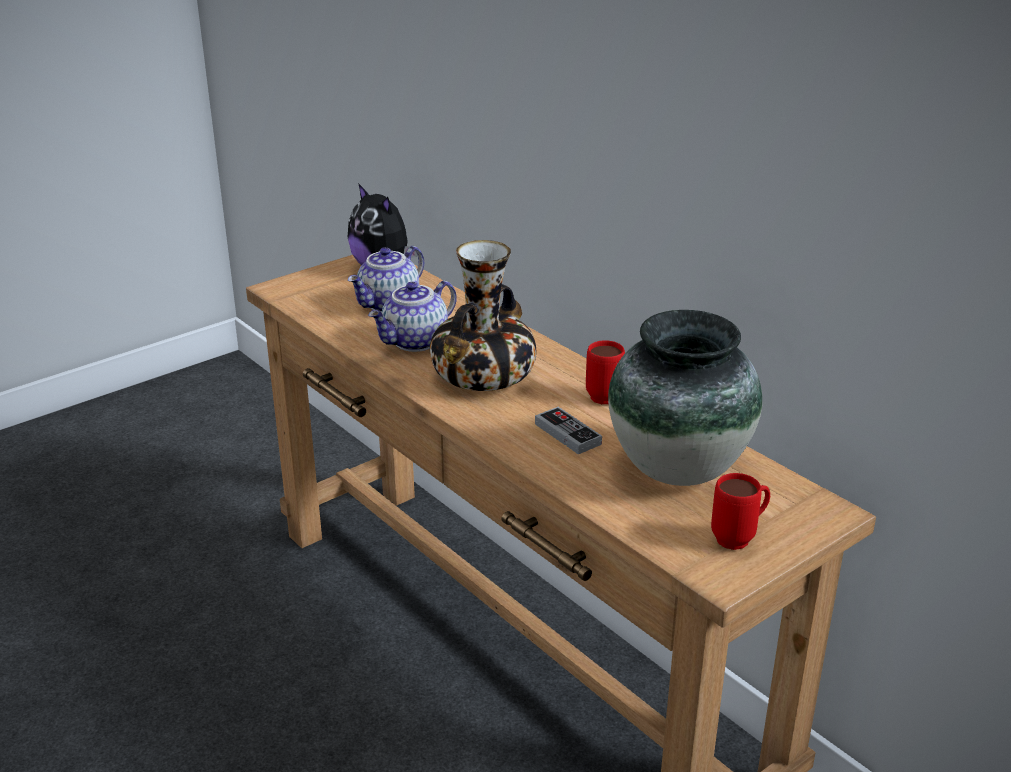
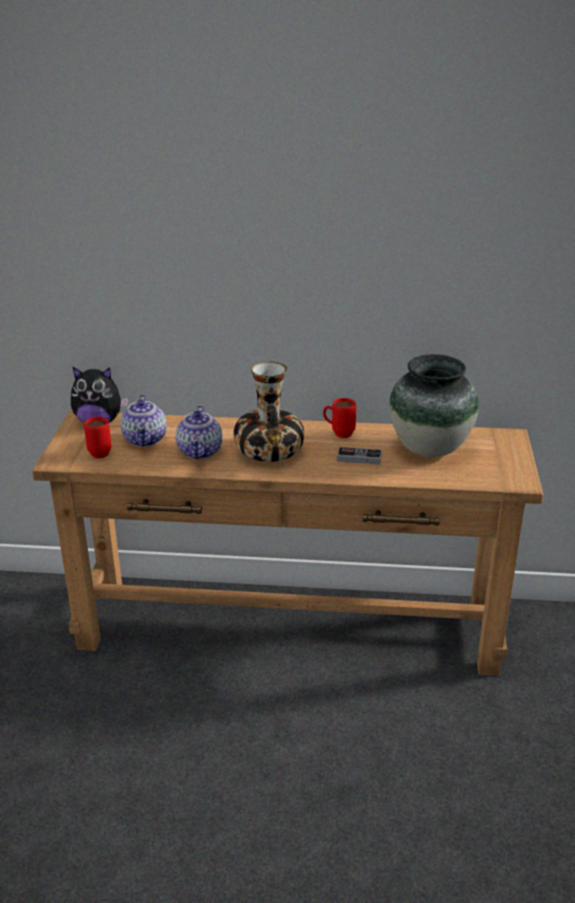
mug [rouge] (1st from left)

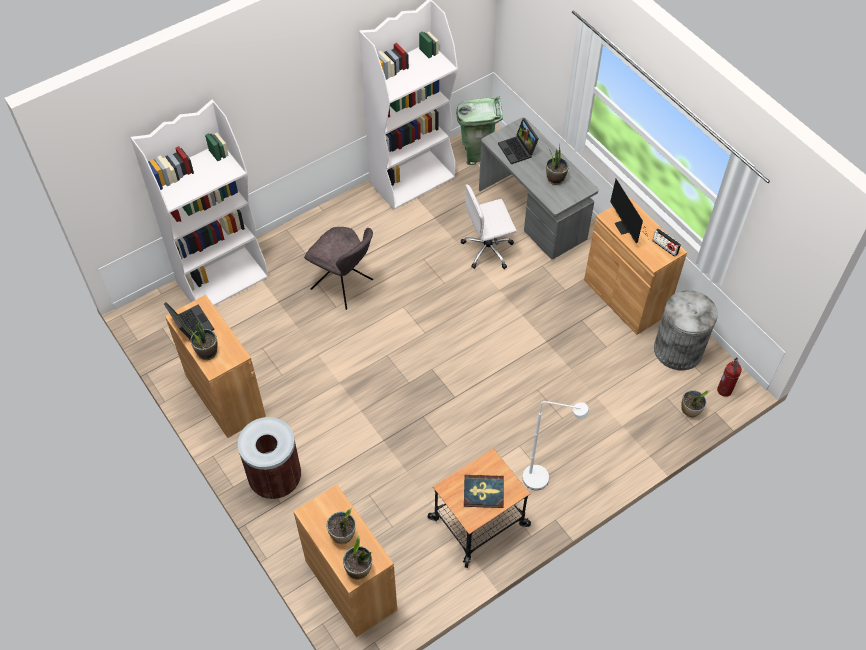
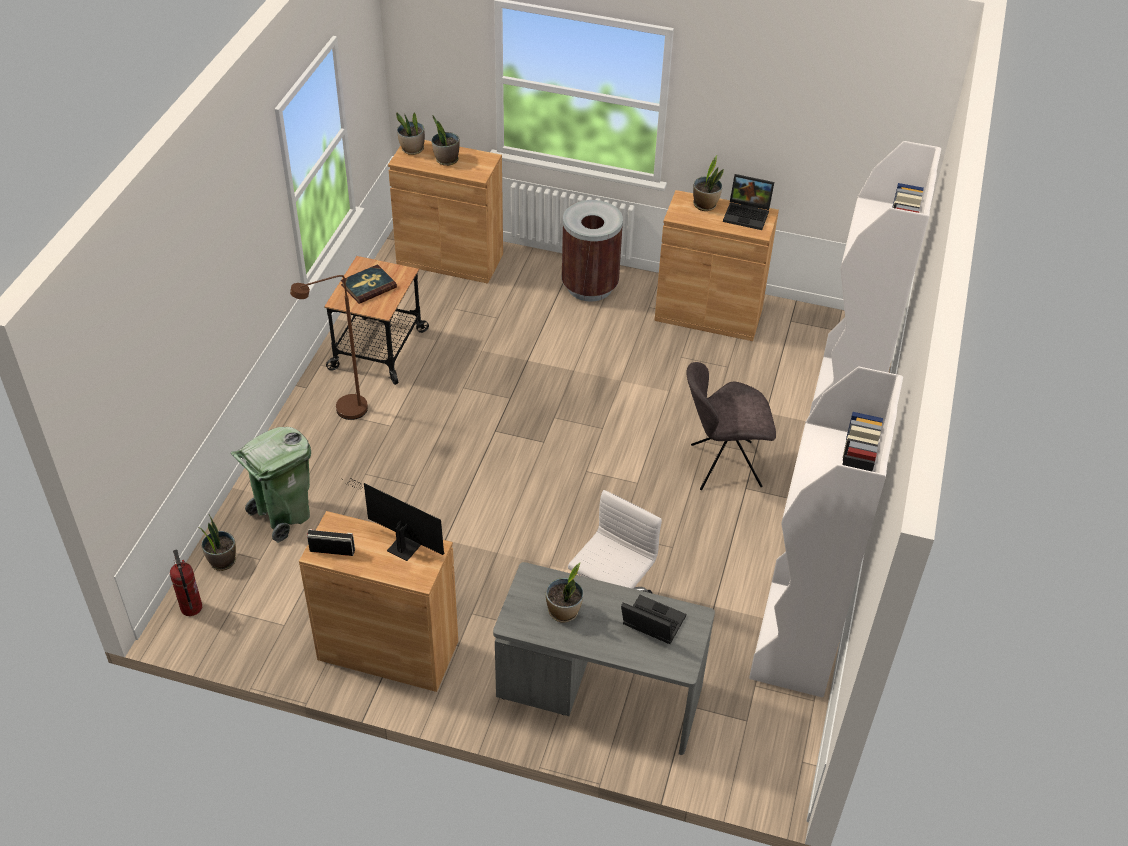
poubelle [vert]
lampadaire [marron]
poubelle [gris]

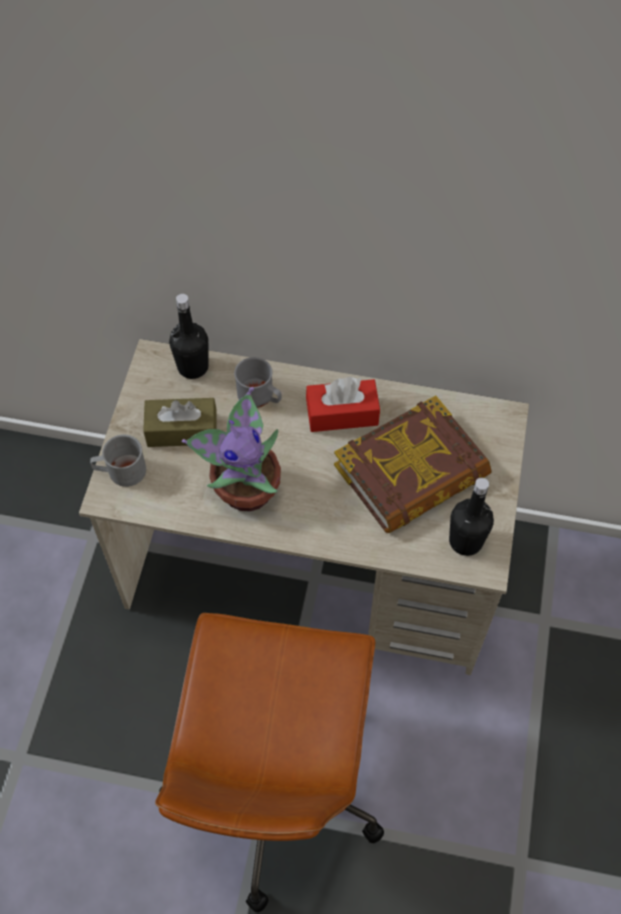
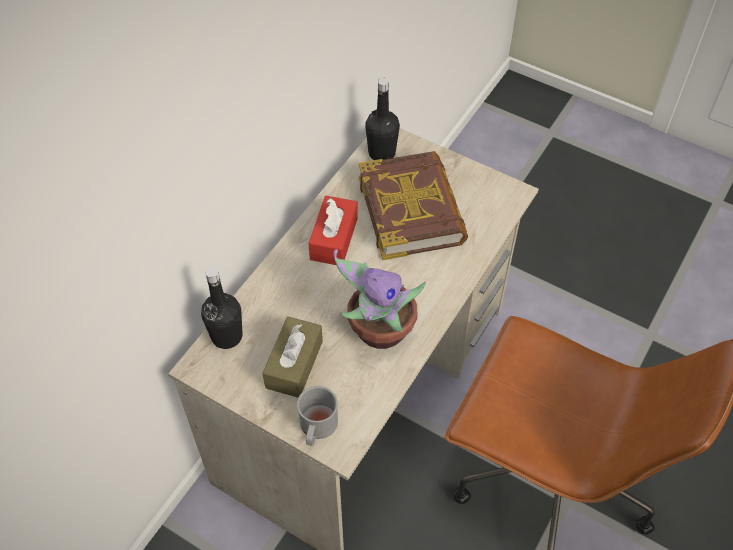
mug [gris] (2nd from left in the first image)
bouteille [noir] (2nd from left)

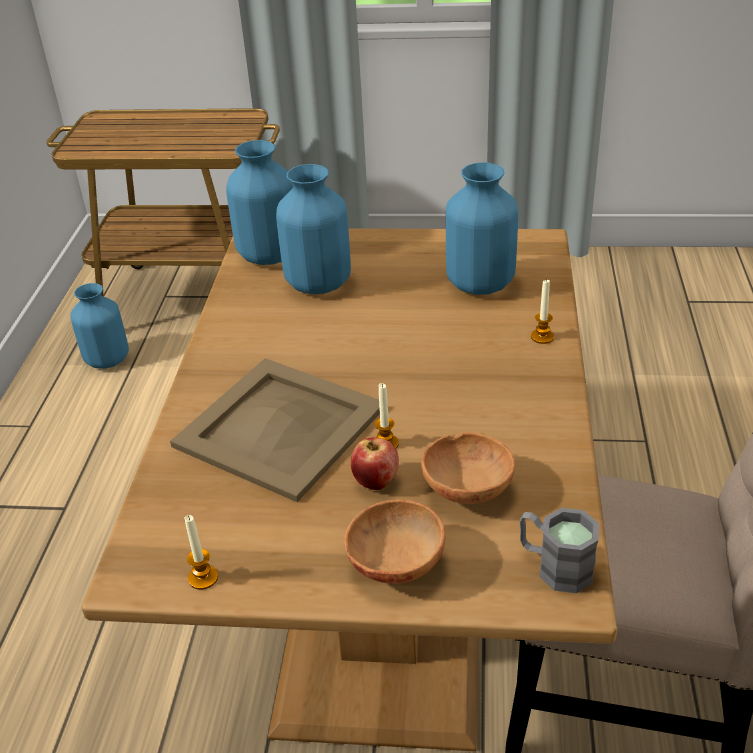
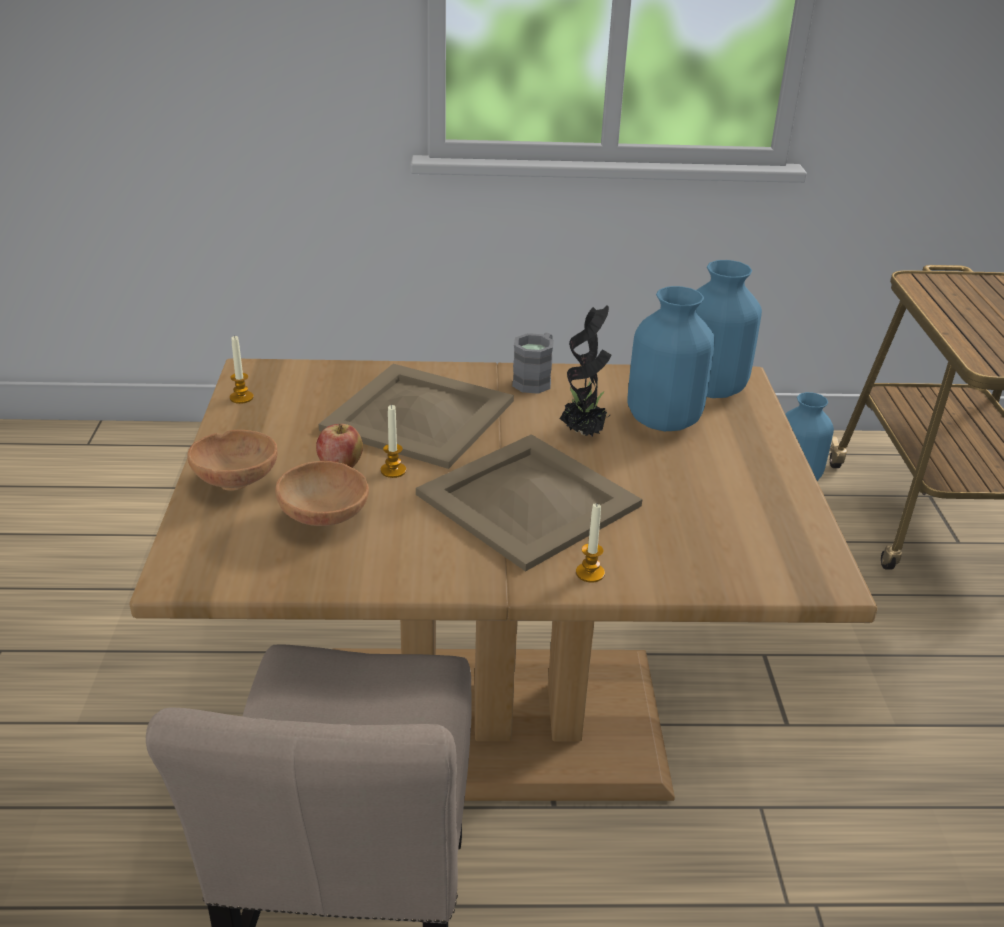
vase [bleu] (4th from left in the first image)
mug [gris]
plateau [beige] (2nd from left)
plante en pot

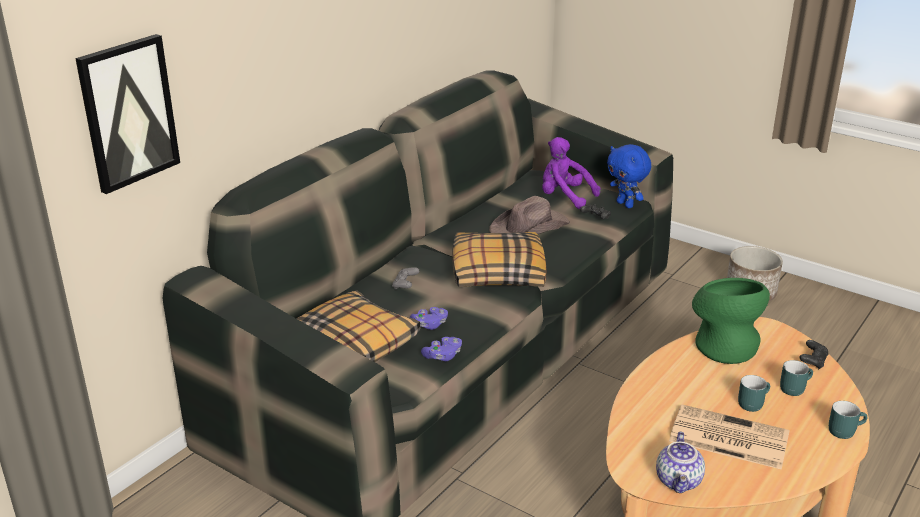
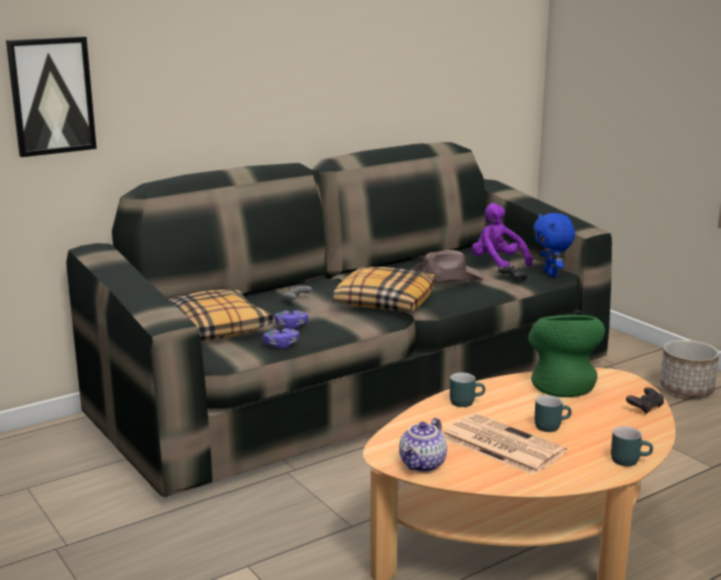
mug [turquoise] (1st from left)

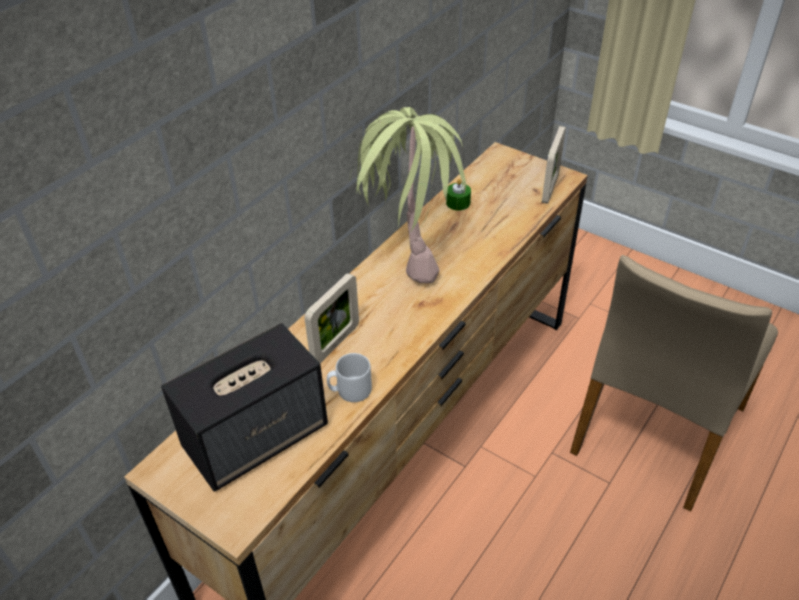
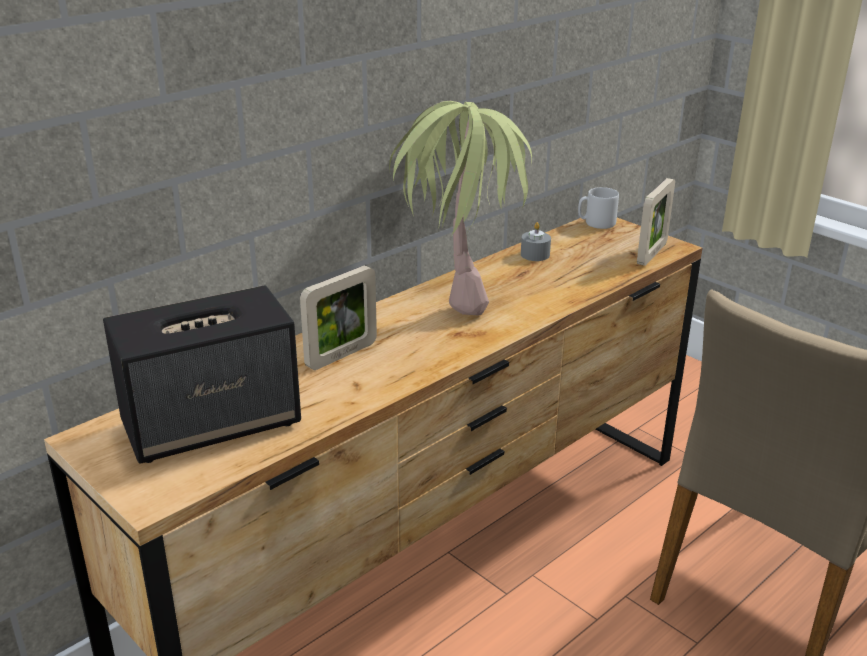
mug [gris]
bougie [gris]

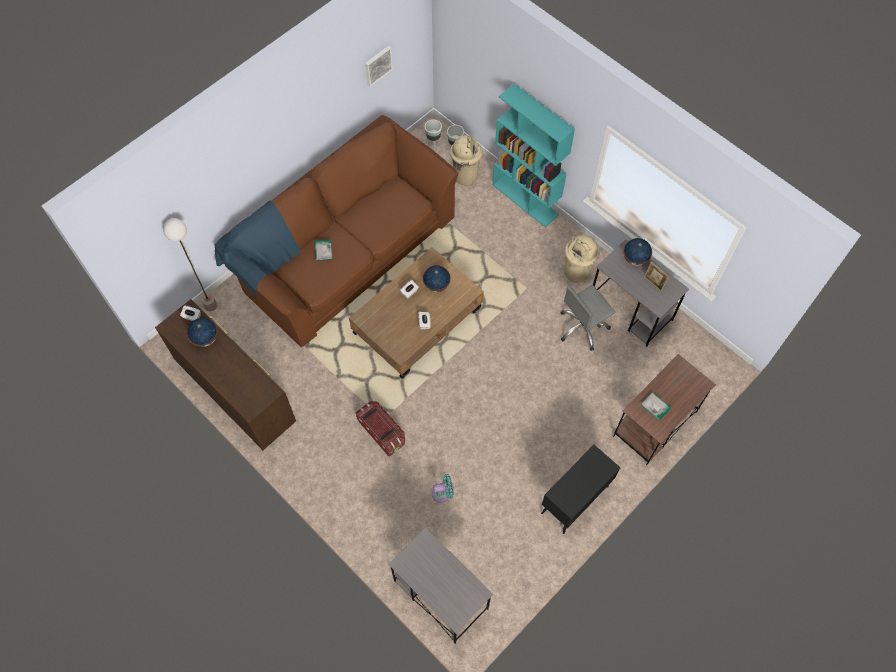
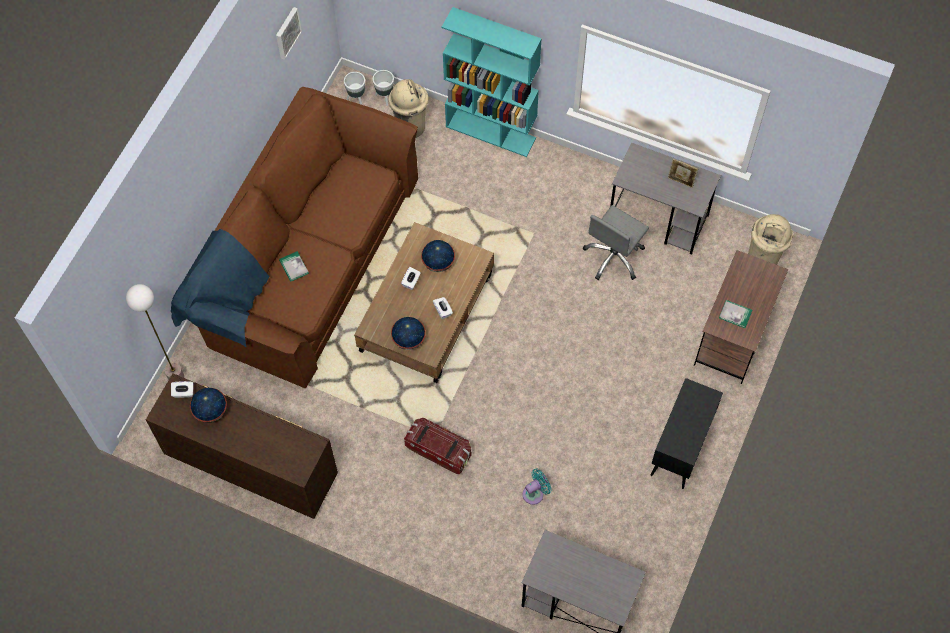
poubelle [beige] (2nd from left)
globe (2nd from left)

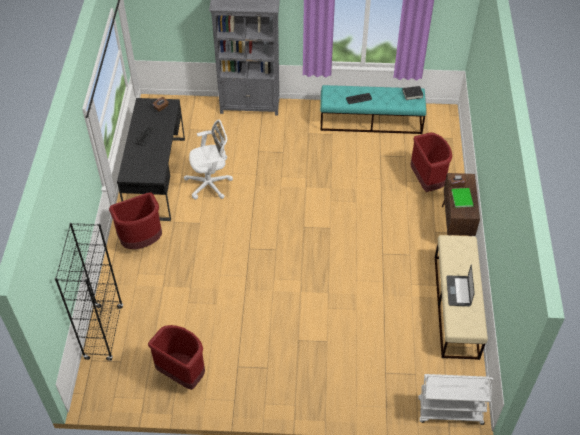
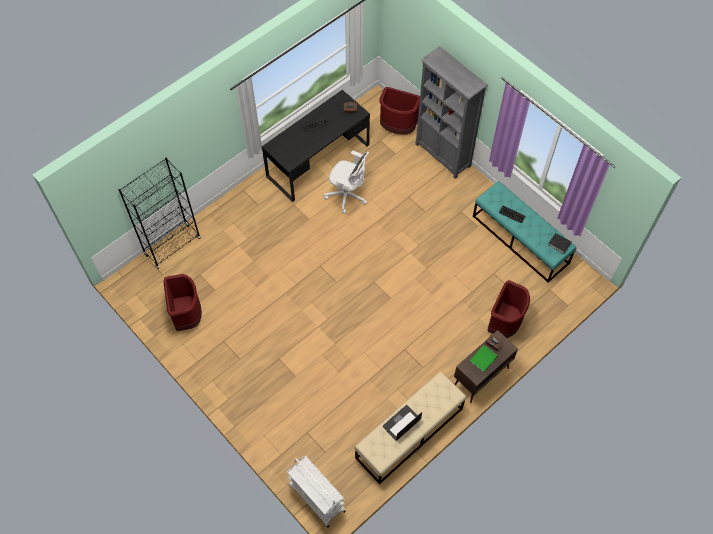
poubelle [rouge] (2nd from left)

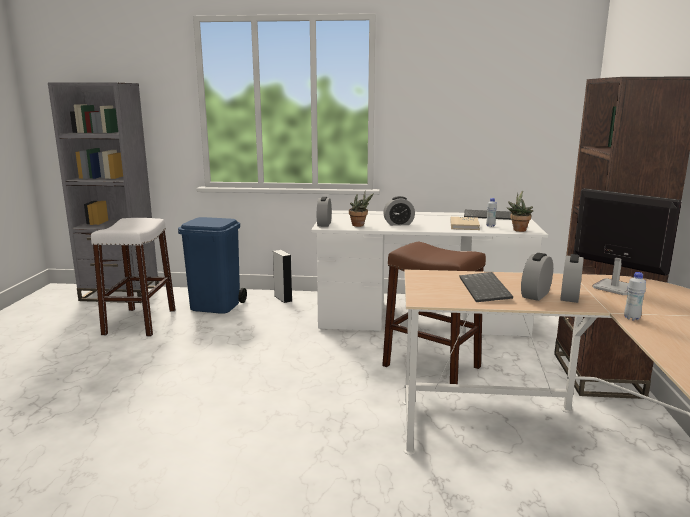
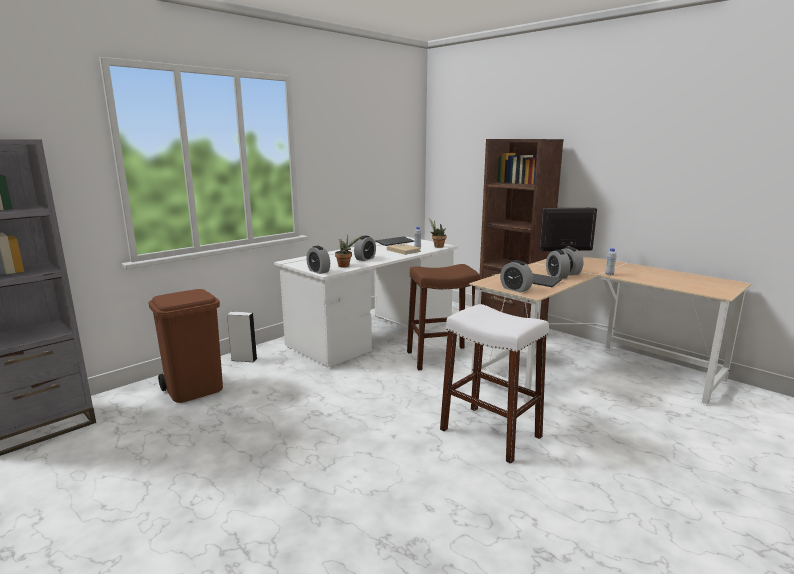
tabouret [blanc]
poubelle [marron]
réveil (3rd from left)

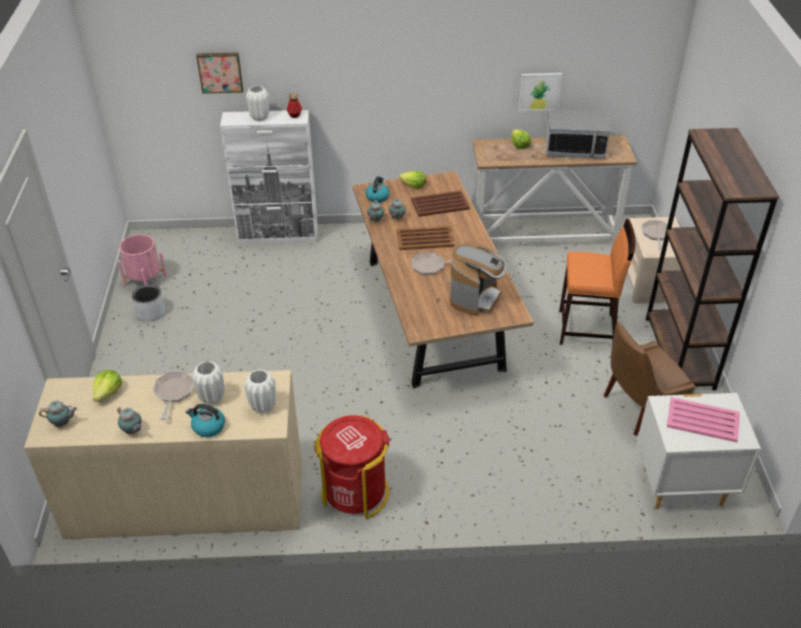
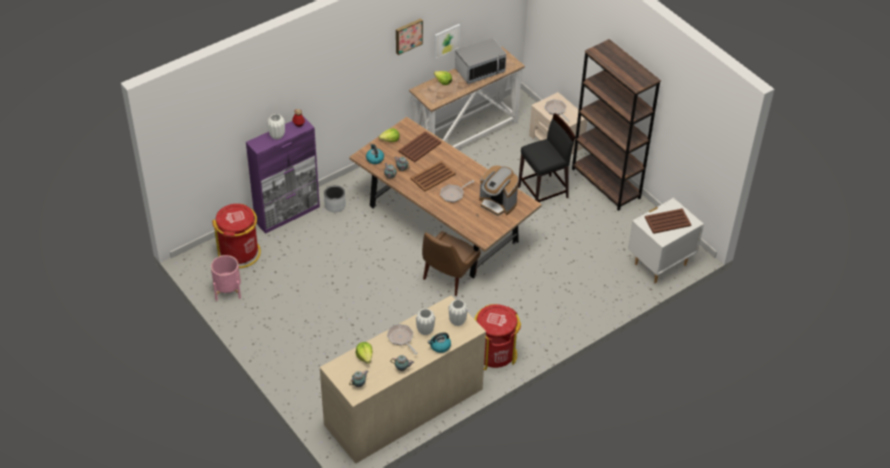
cache-pot [gris]
tableau (1st from left)
meuble de rangement [violet]
machine à café
tabouret [noir]
chaise [marron]
plateau [marron] (3rd from left)
poubelle [rouge] (1st from left)

